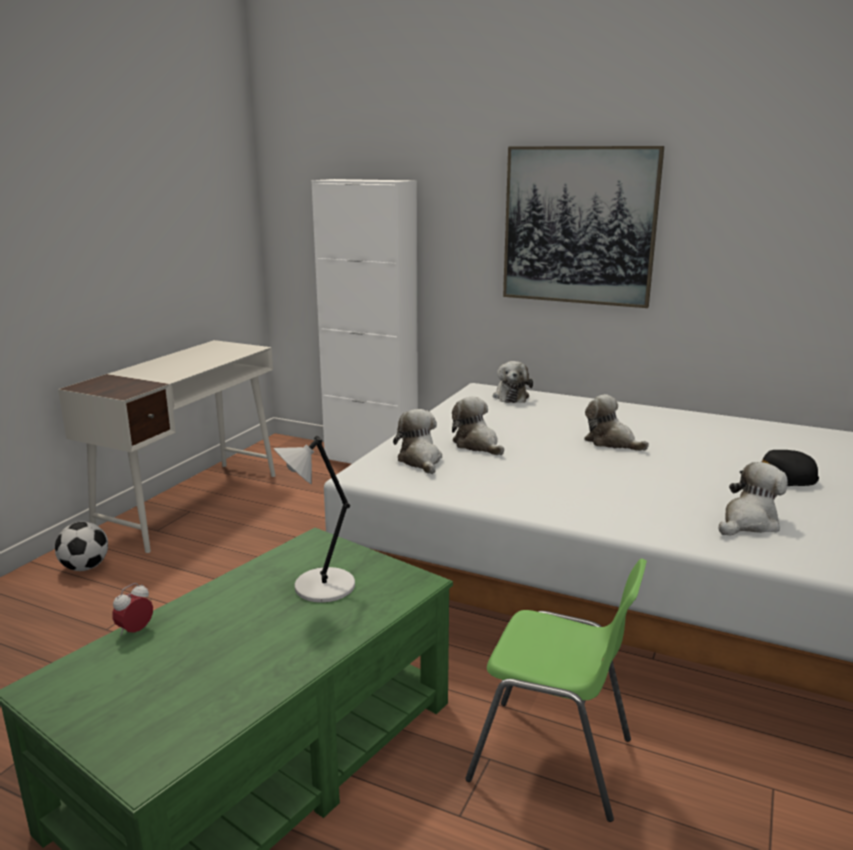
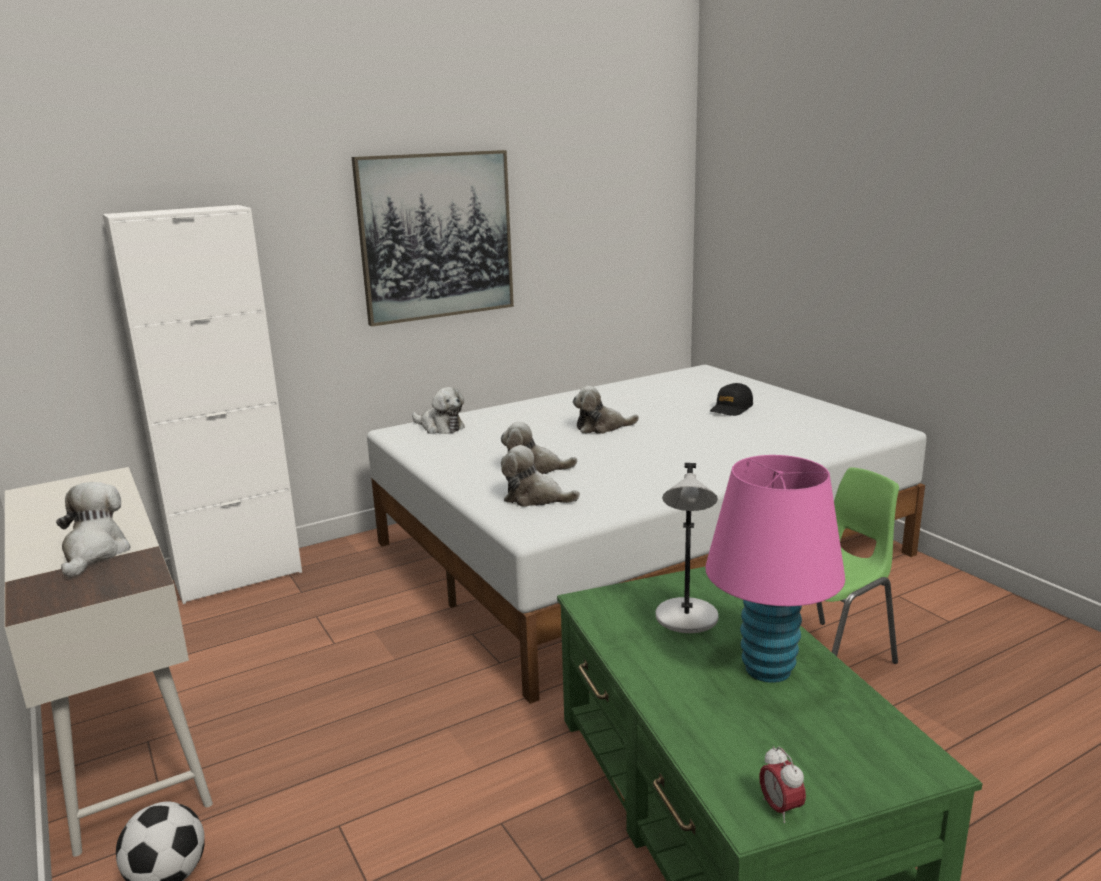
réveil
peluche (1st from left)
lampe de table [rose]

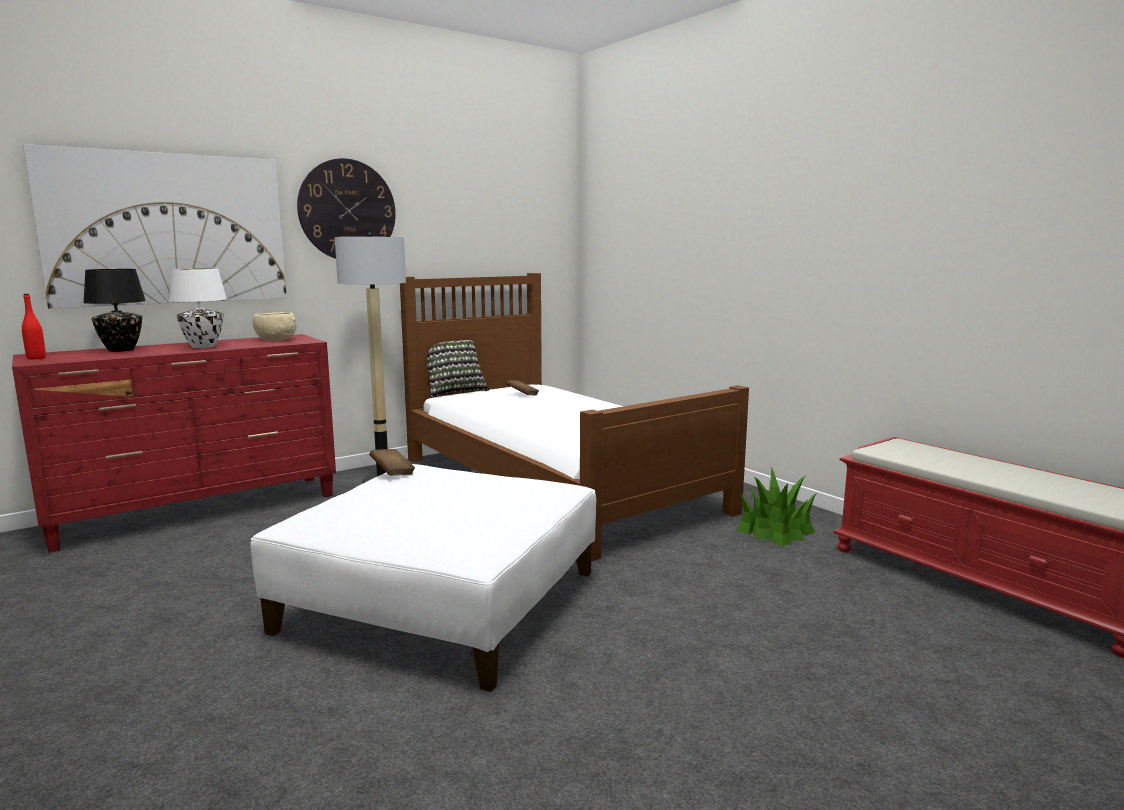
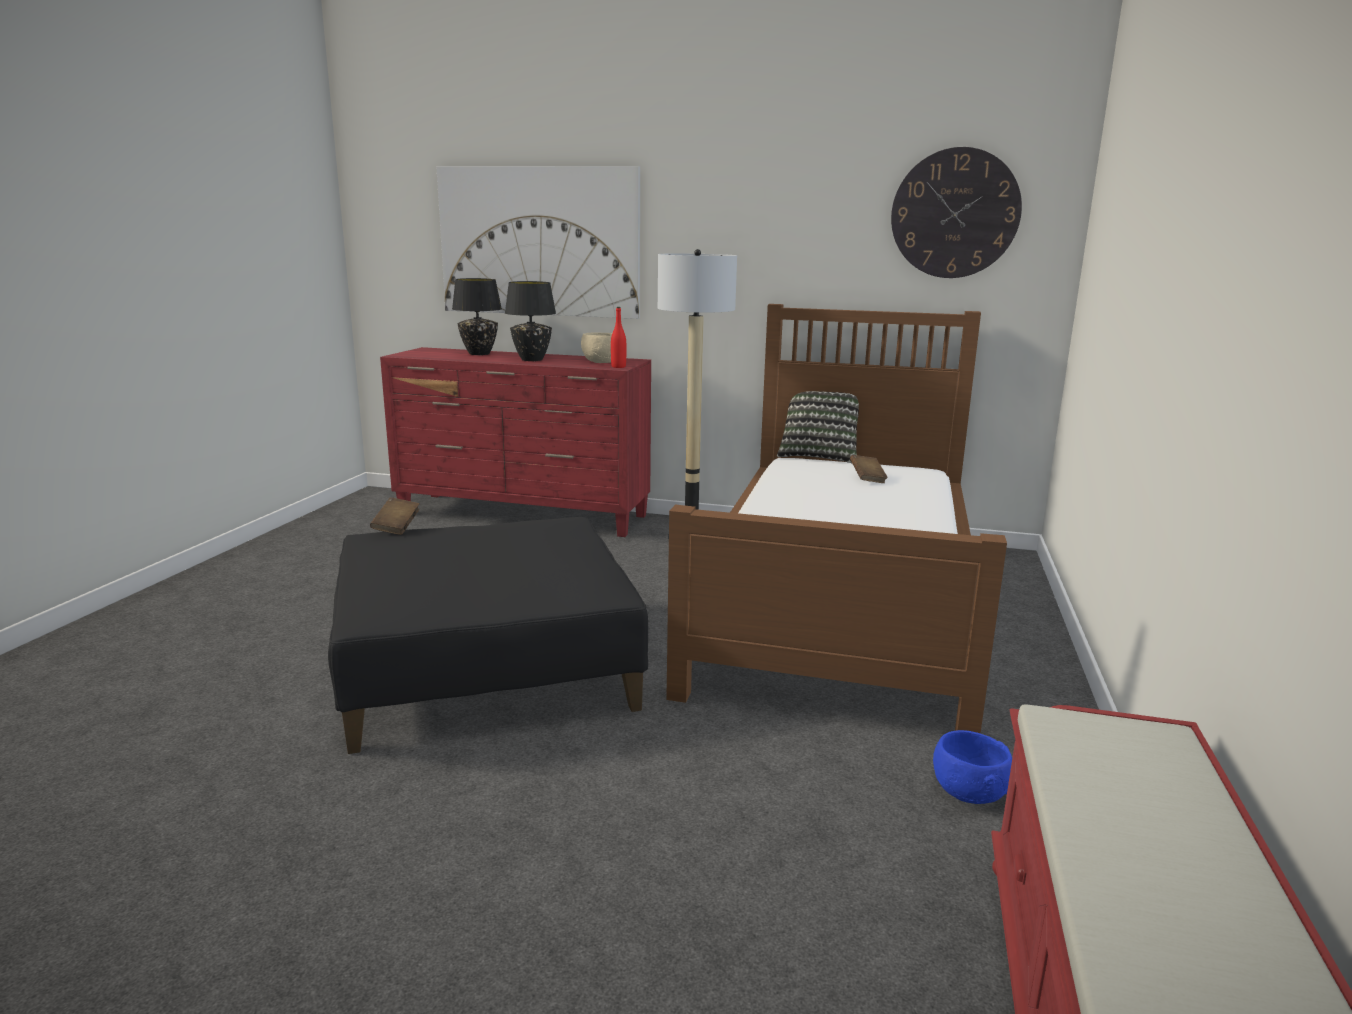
bouteille [rouge]
lampe de table [noir] (2nd from left)
pouf [noir]
horloge murale
livre [marron] (1st from left)
bol [bleu]

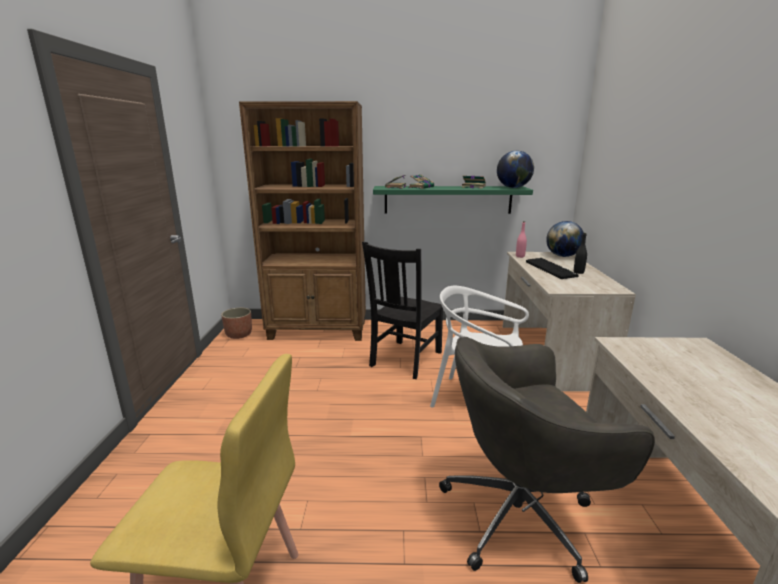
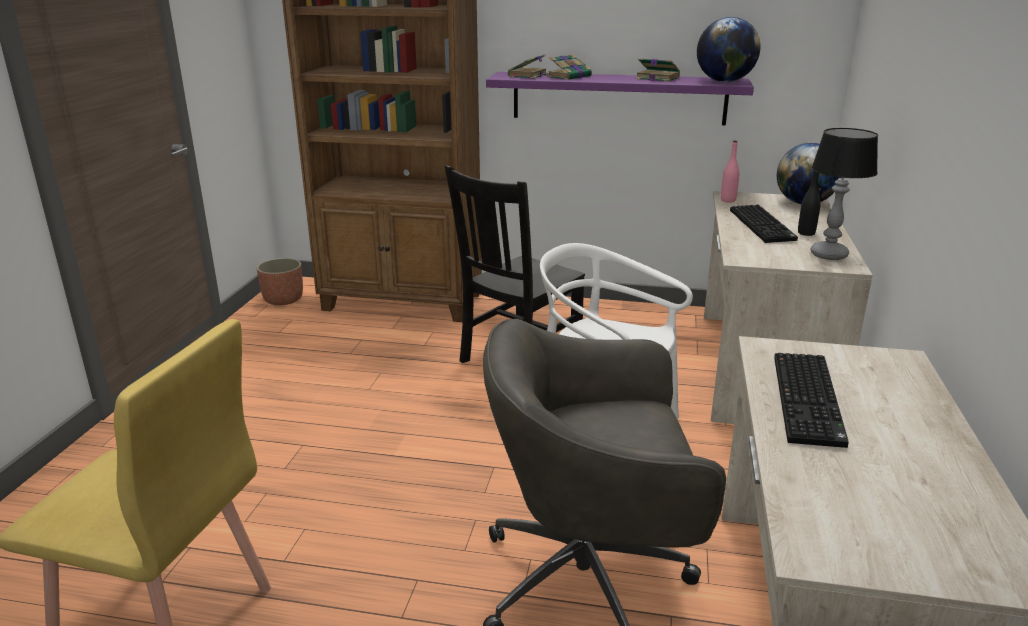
étagère [violet]
clavier (2nd from left)
lampe de table

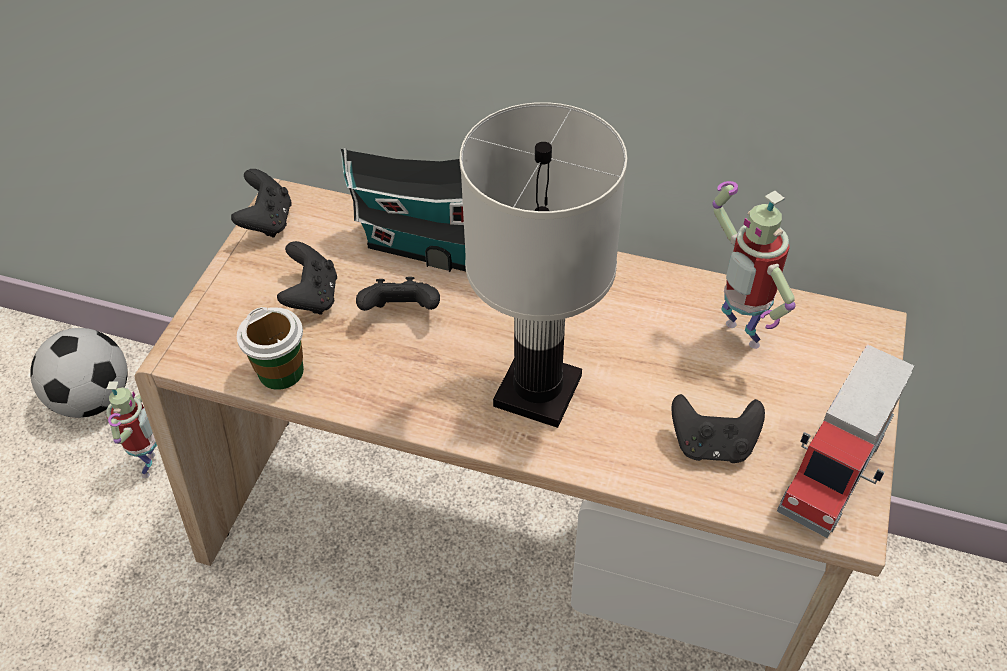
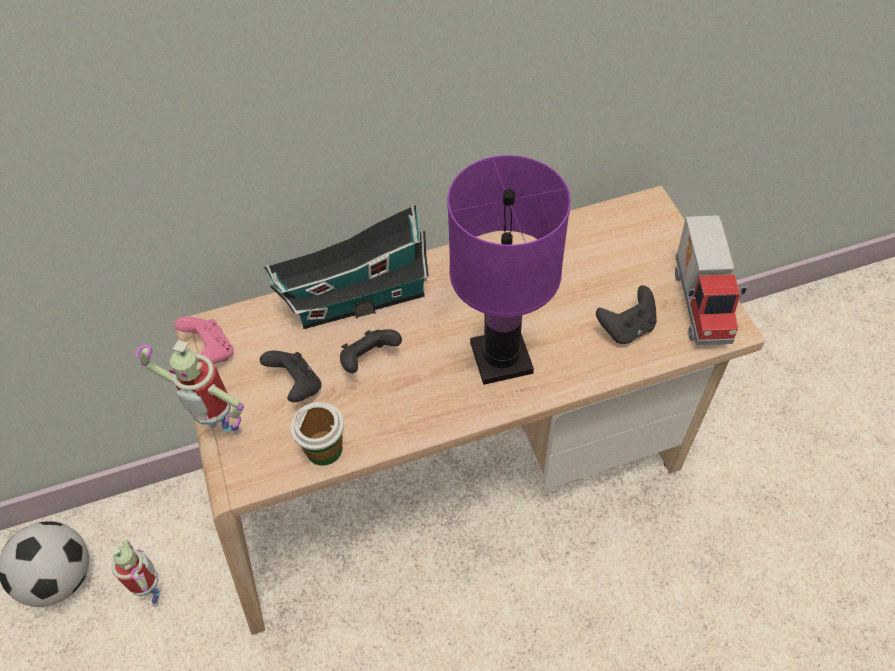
manette [rose]
lampe de table [violet]
robot jouet (2nd from left)

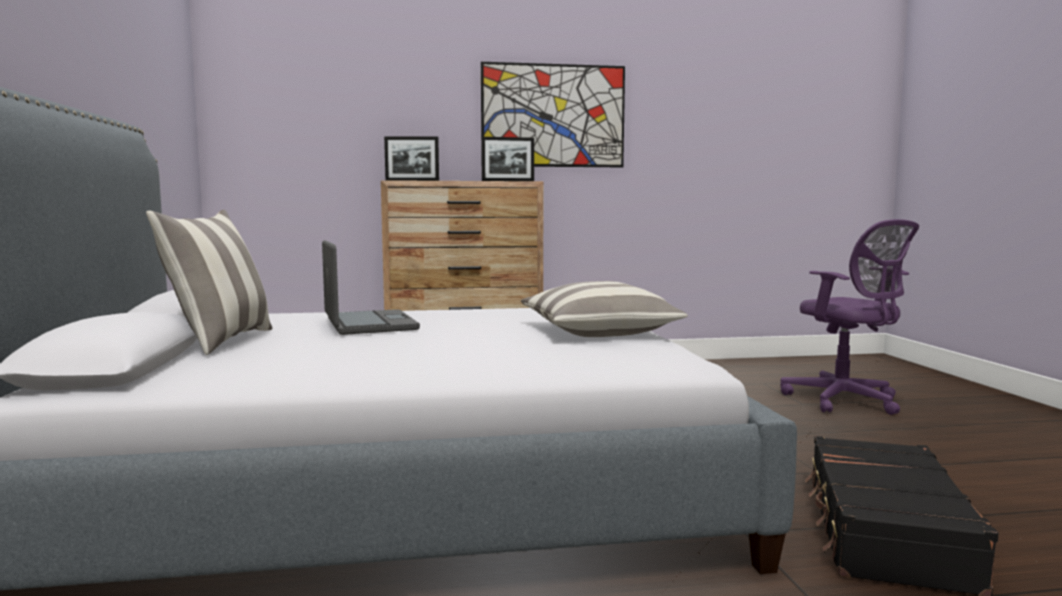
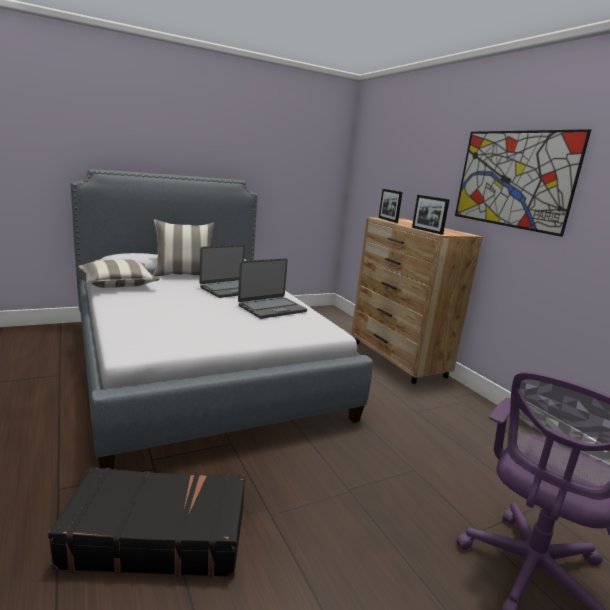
coussin (1st from left)
ordinateur portable (2nd from left)

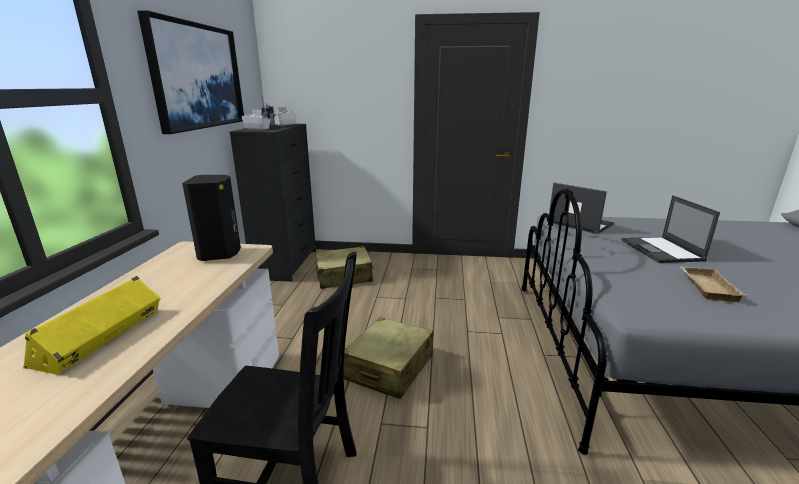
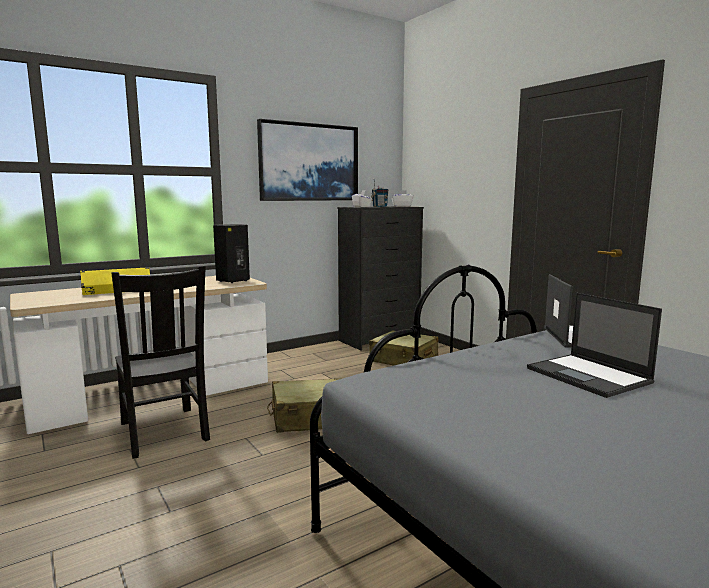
ordinateur portable (2nd from left)
plateau [beige]

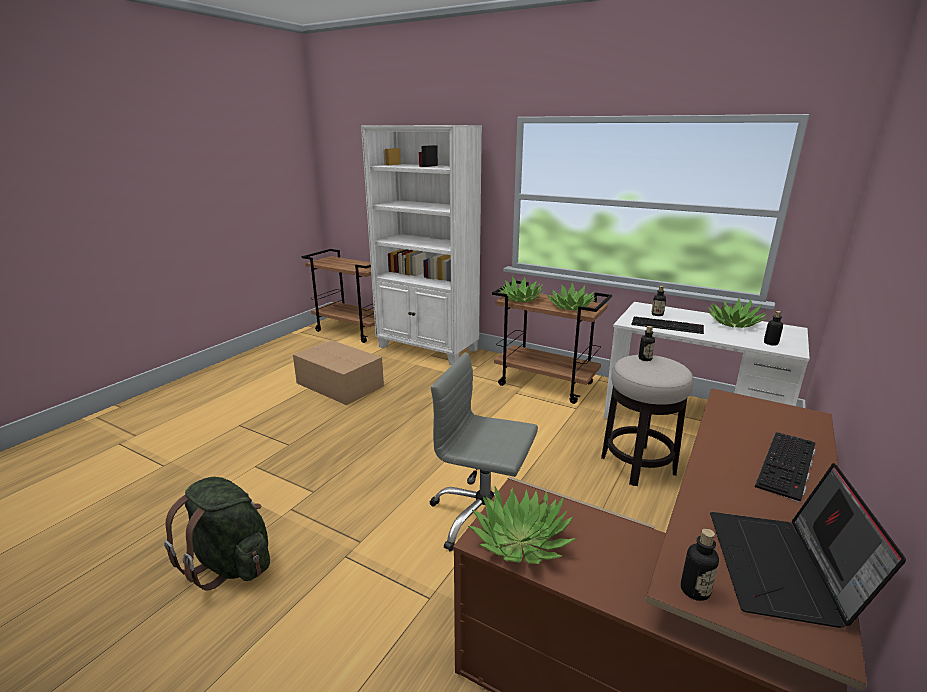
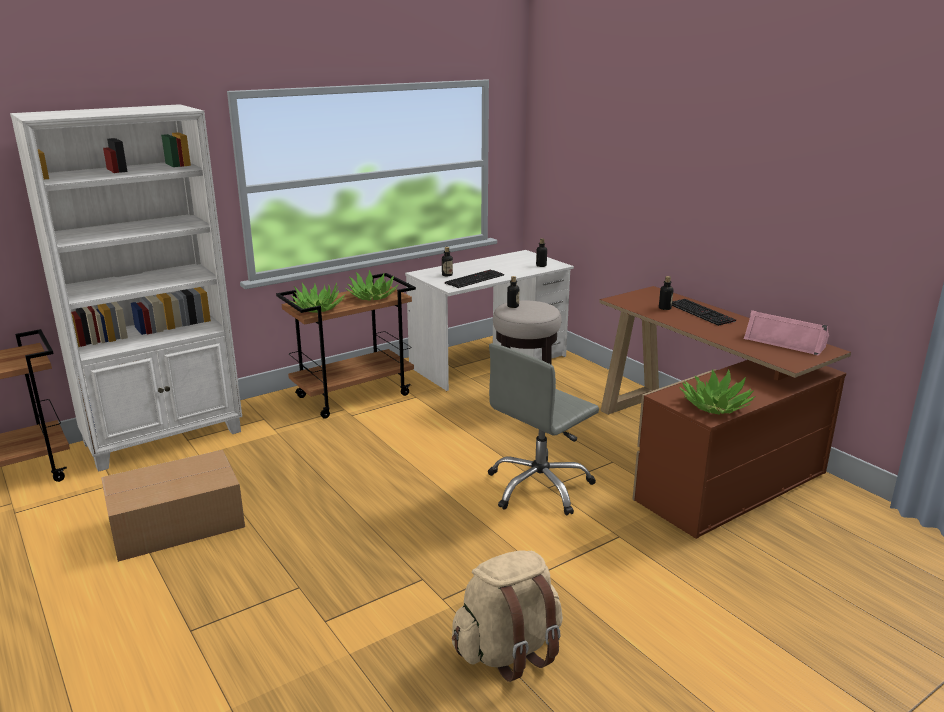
sac à dos [beige]
bouteille (4th from left)
plante en pot (4th from left in the first image)
enceinte [rose]

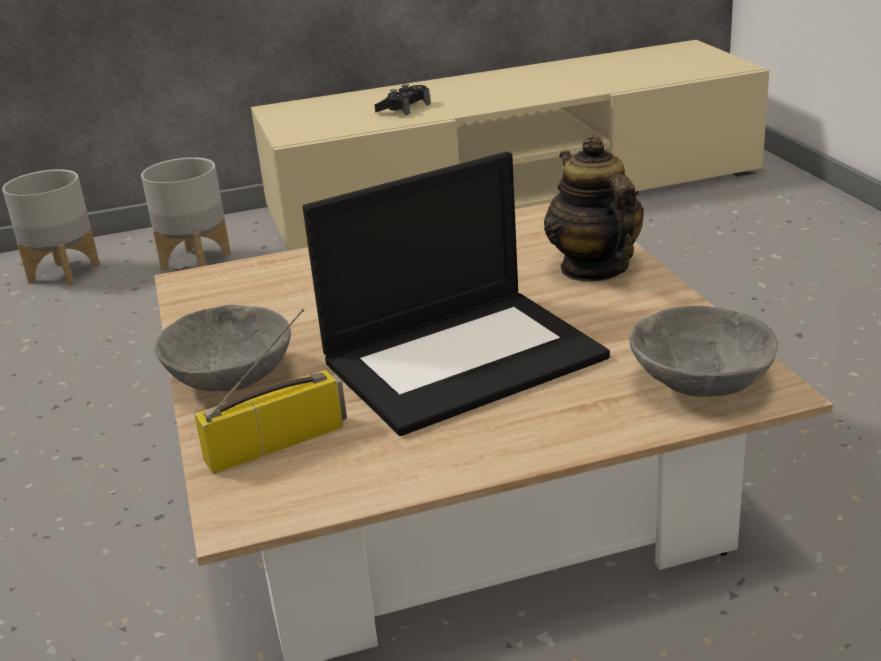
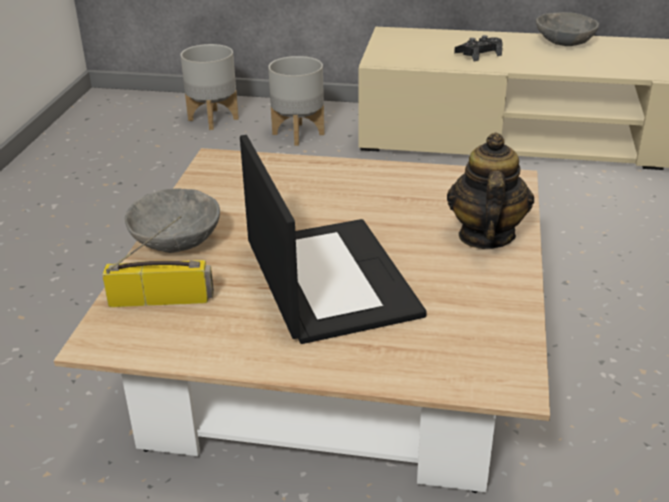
ordinateur portable
bol [gris] (2nd from left)

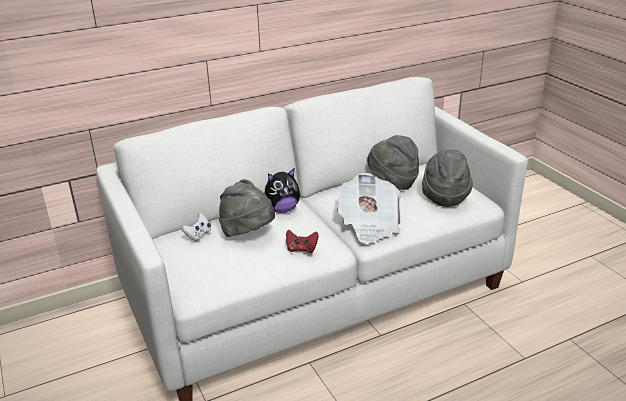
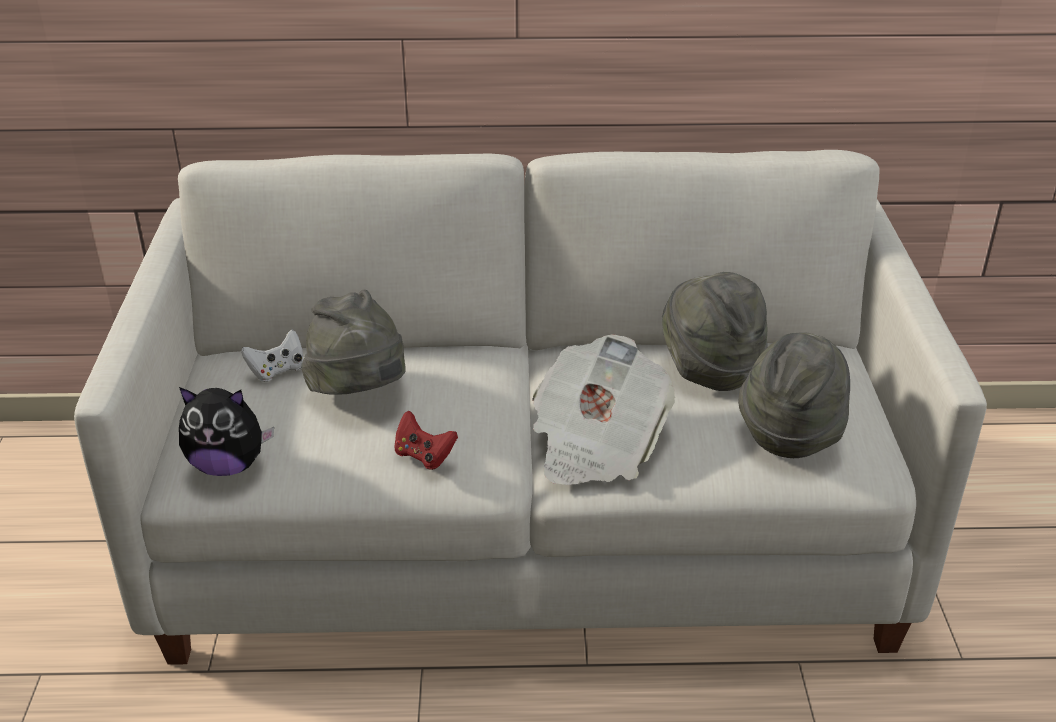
peluche

